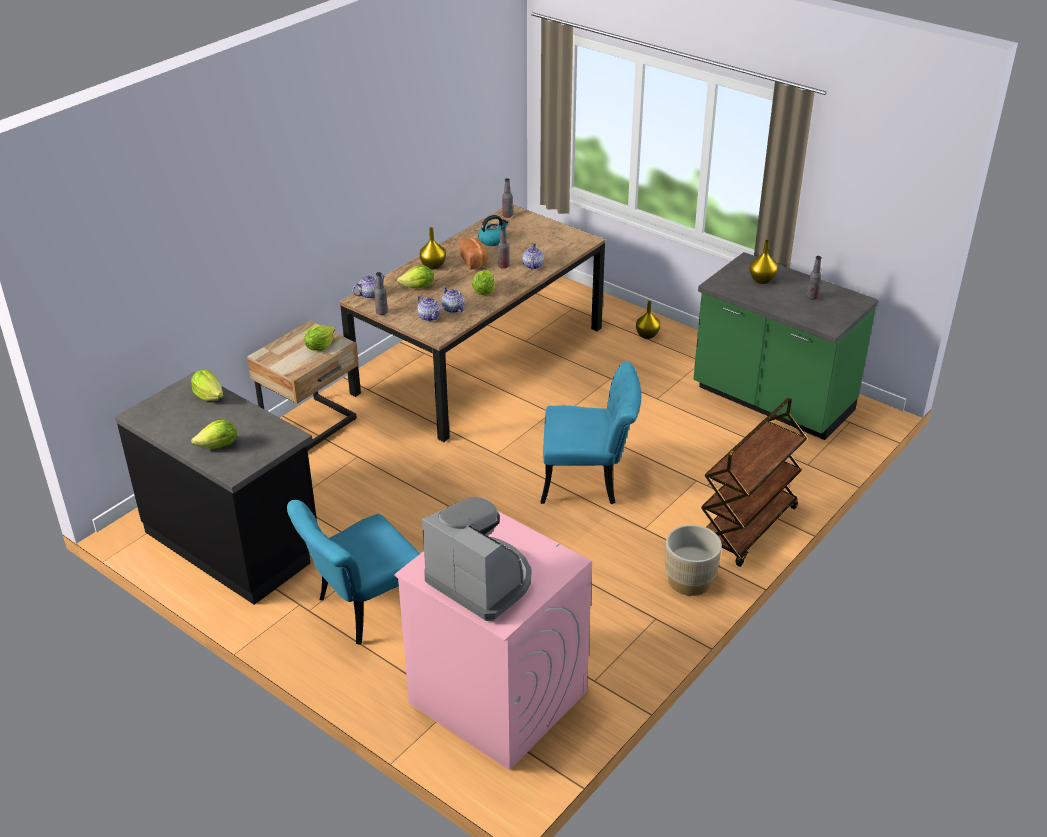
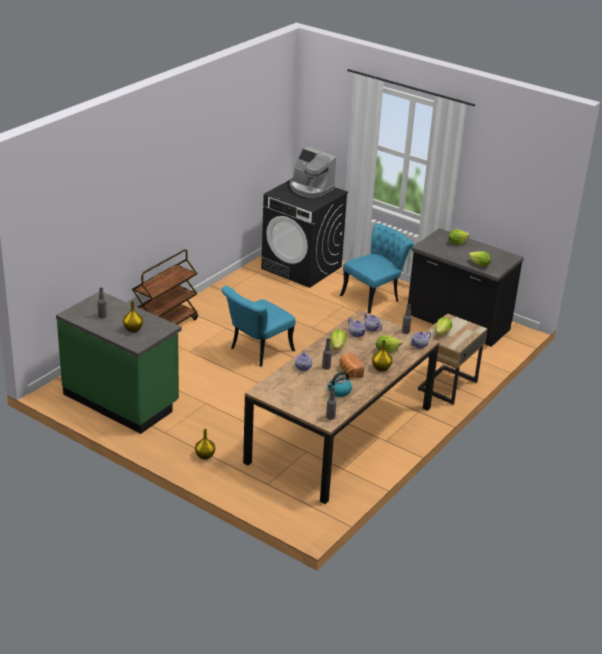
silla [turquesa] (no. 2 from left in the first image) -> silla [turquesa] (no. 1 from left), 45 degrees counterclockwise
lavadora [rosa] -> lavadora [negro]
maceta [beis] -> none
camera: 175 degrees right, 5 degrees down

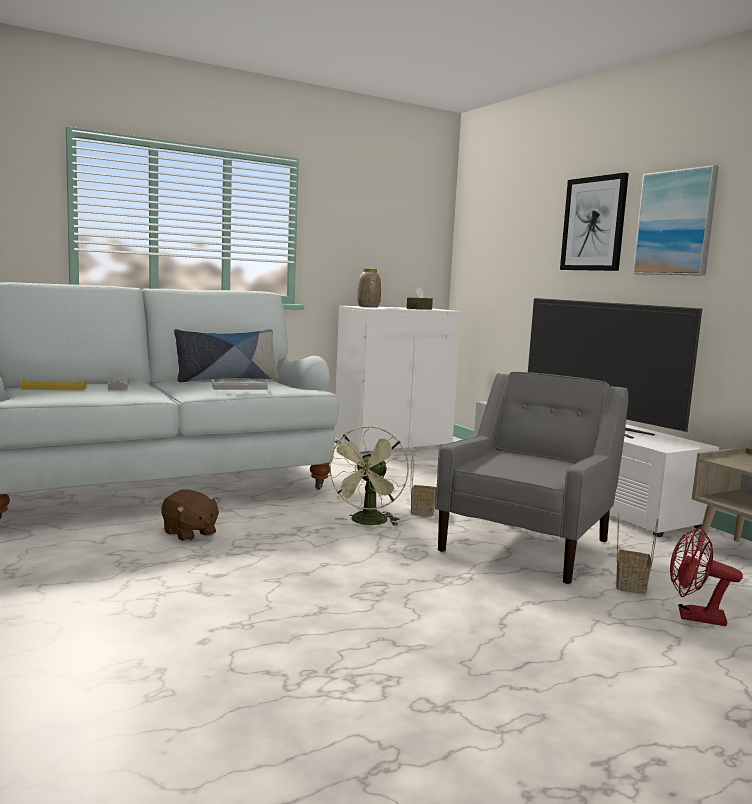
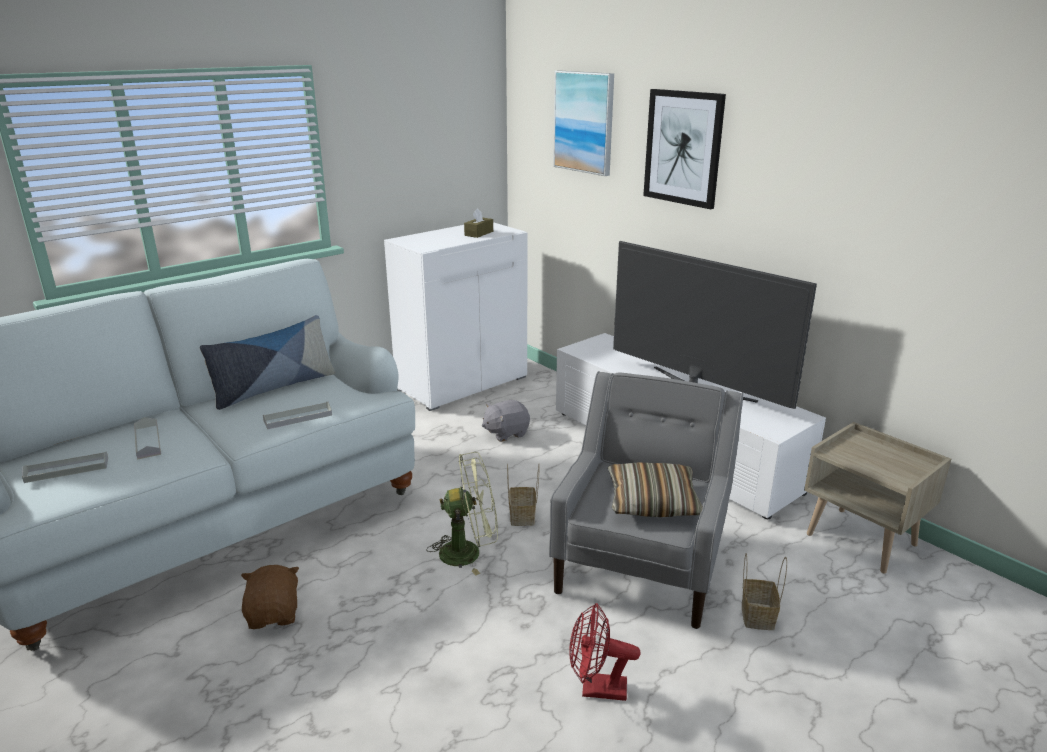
bandeja [amarillo] -> bandeja [gris] (no. 1 from left)
peluche [marrón], 135 degrees counterclockwise
ventilador [verde], 105 degrees counterclockwise
none -> peluche [gris]
cuadro (no. 2 from left in the first image) -> cuadro (no. 1 from left), relocated
ventilador [rojo], relocated
none -> cojín (no. 2 from left)
florero -> none
camera: 10 degrees left, 15 degrees up

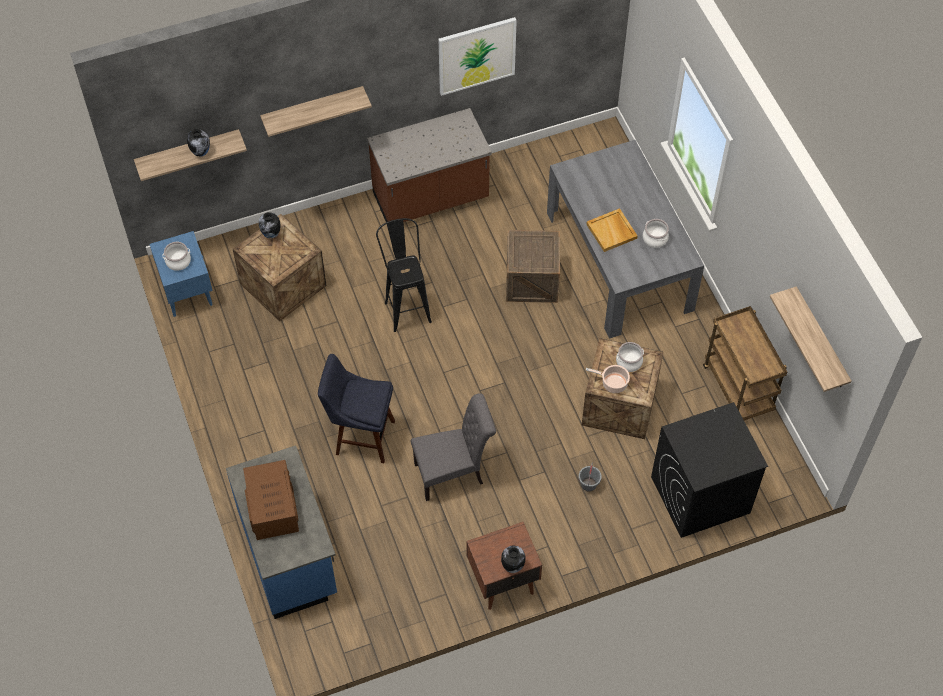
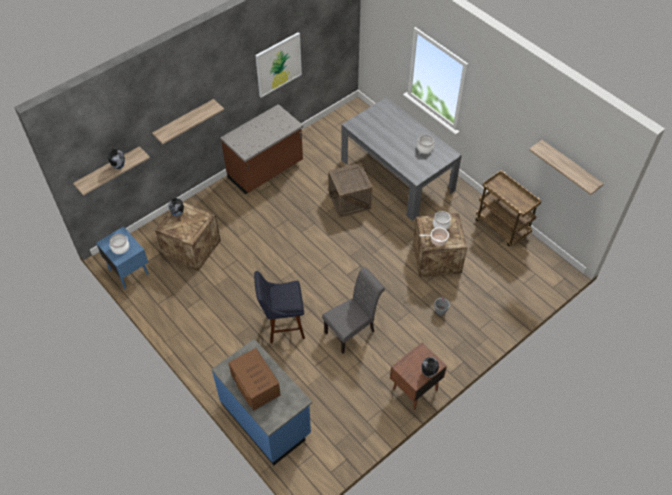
taburete [negro] -> none
bandeja [beis] -> none
lavadora [negro] -> none
camera: 20 degrees left, 5 degrees down

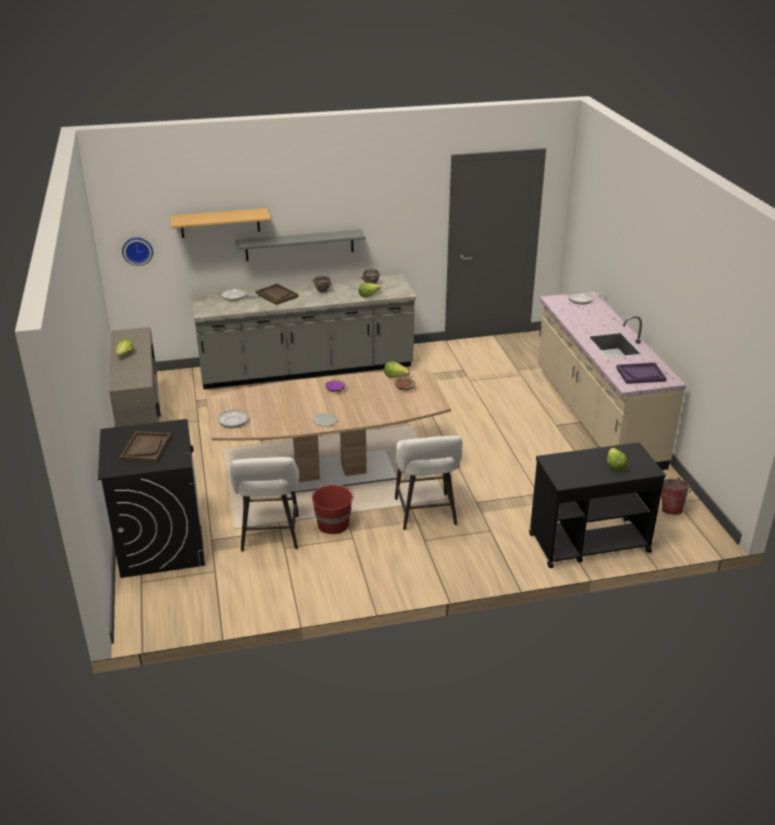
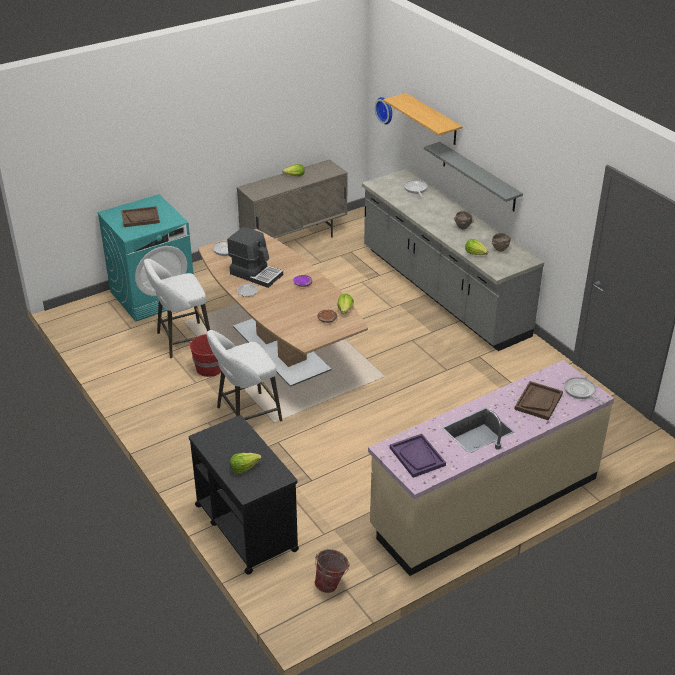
lavadora [negro] -> lavadora [turquesa]
none -> cafetera
bandeja [marrón] (no. 2 from left), relocated
camera: 70 degrees right, 5 degrees up

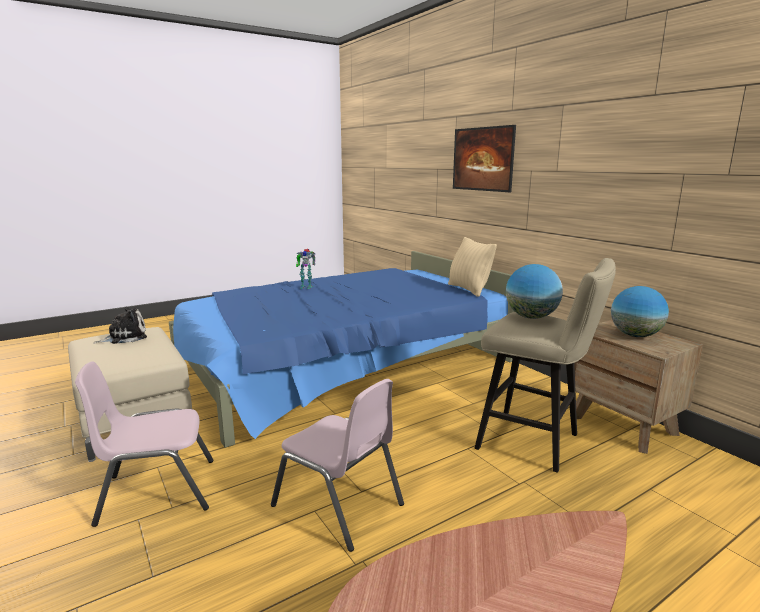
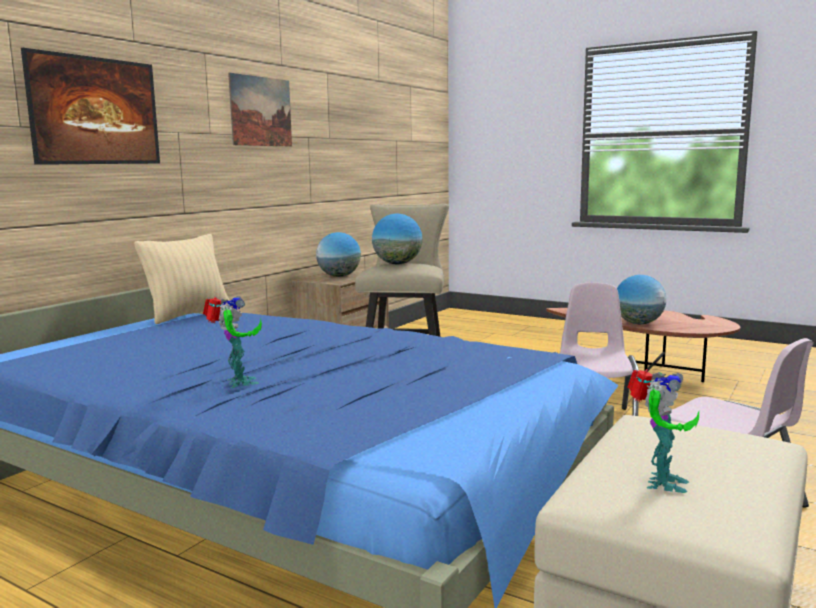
none -> cuadro (no. 2 from left)
none -> globo terráqueo (no. 3 from left)
peluche -> robot de juguete (no. 2 from left)
camera: 115 degrees left, 5 degrees down

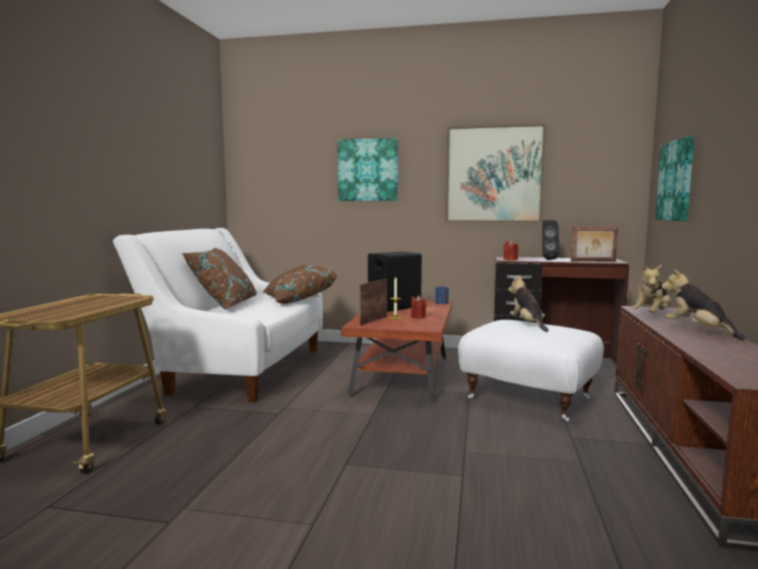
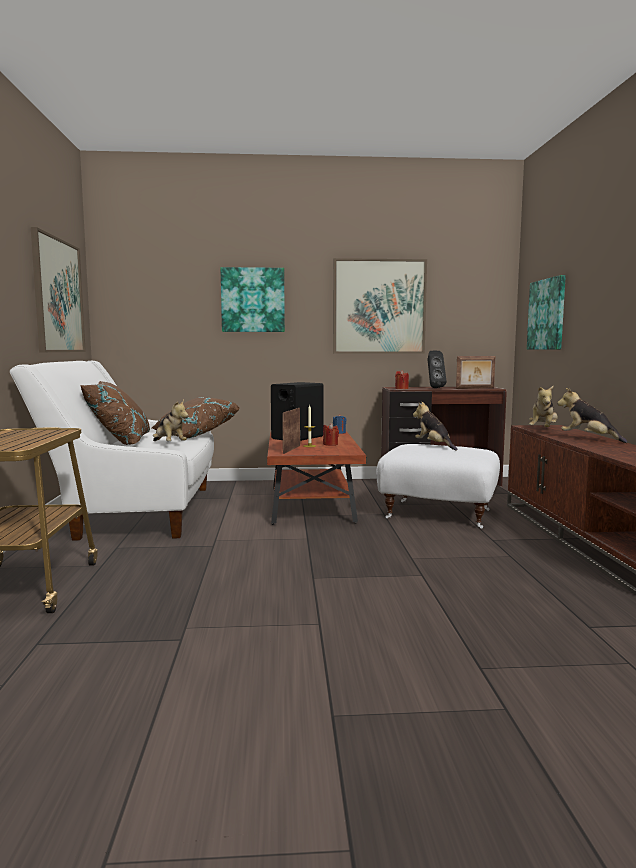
none -> cuadro (no. 1 from left)
none -> peluche (no. 1 from left)
camera: 15 degrees left, 0 degrees up

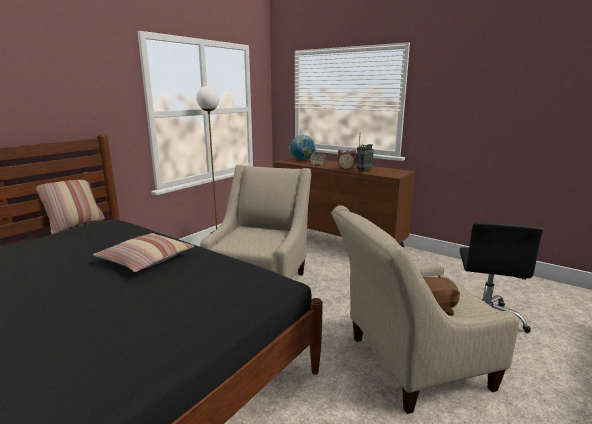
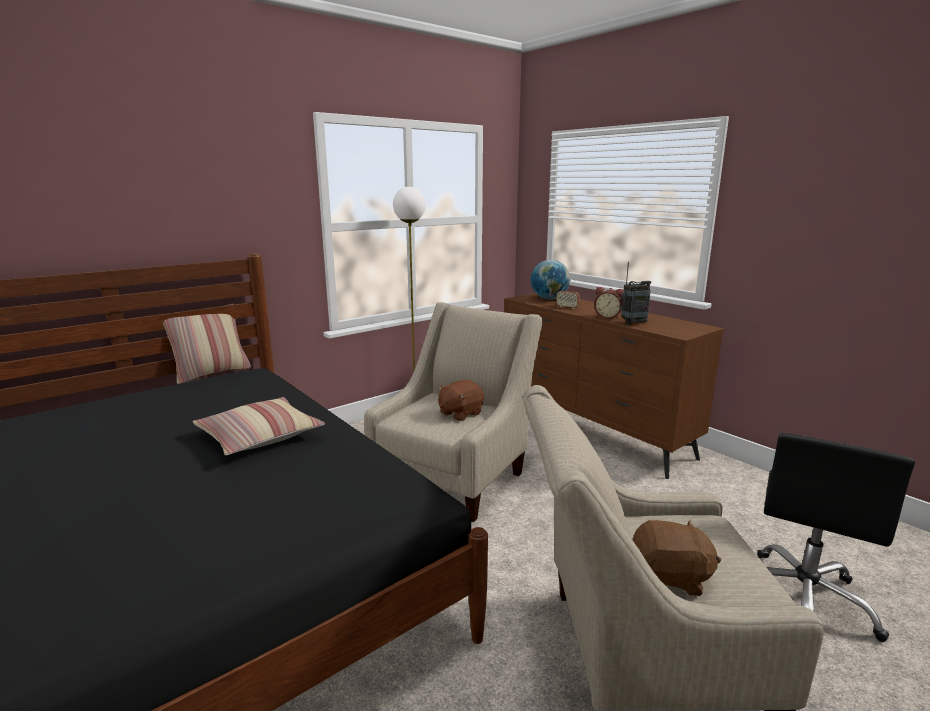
none -> peluche [marrón] (no. 1 from left)
camera: 15 degrees right, 0 degrees up

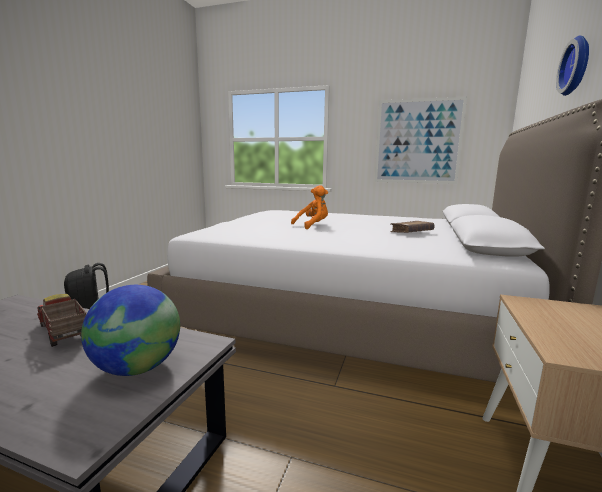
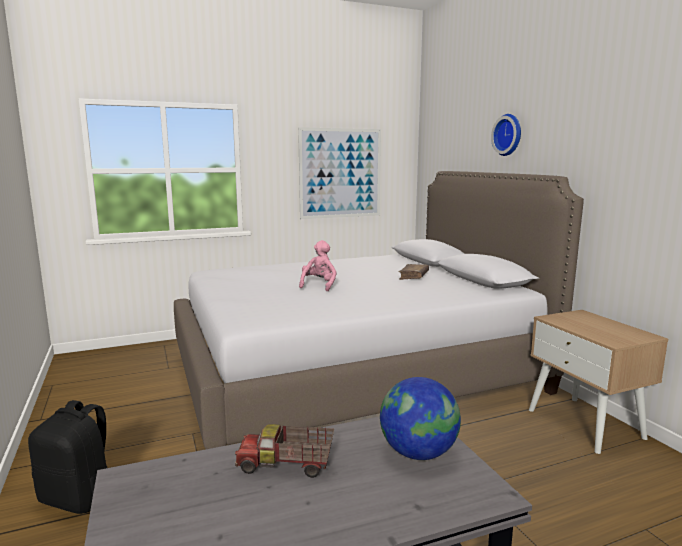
peluche [naranja] -> peluche [rosa]
camera: 40 degrees left, 0 degrees up

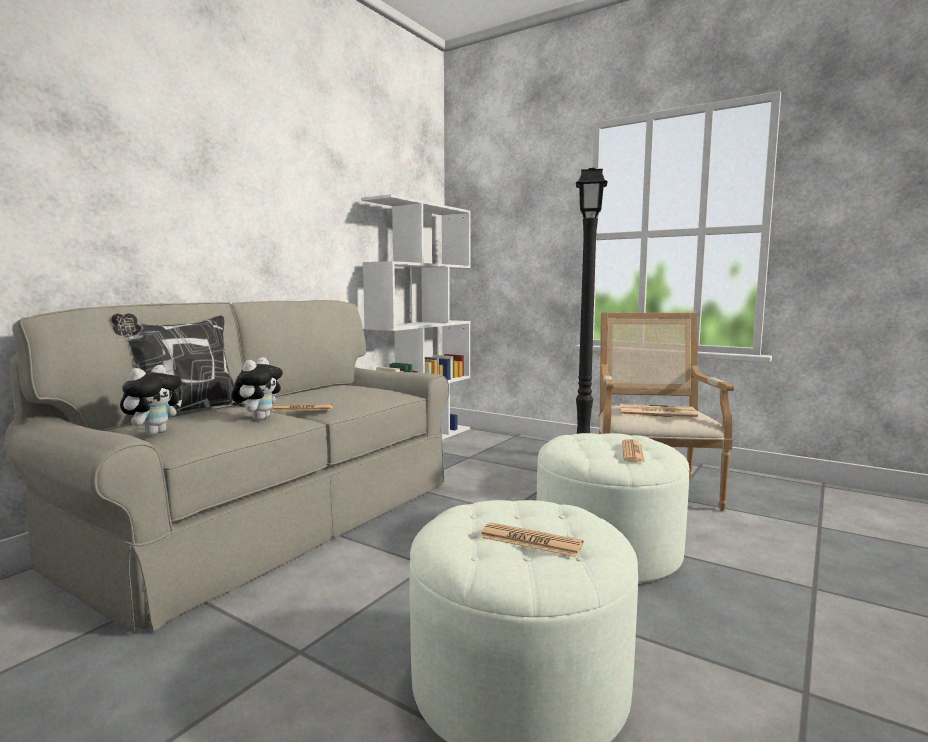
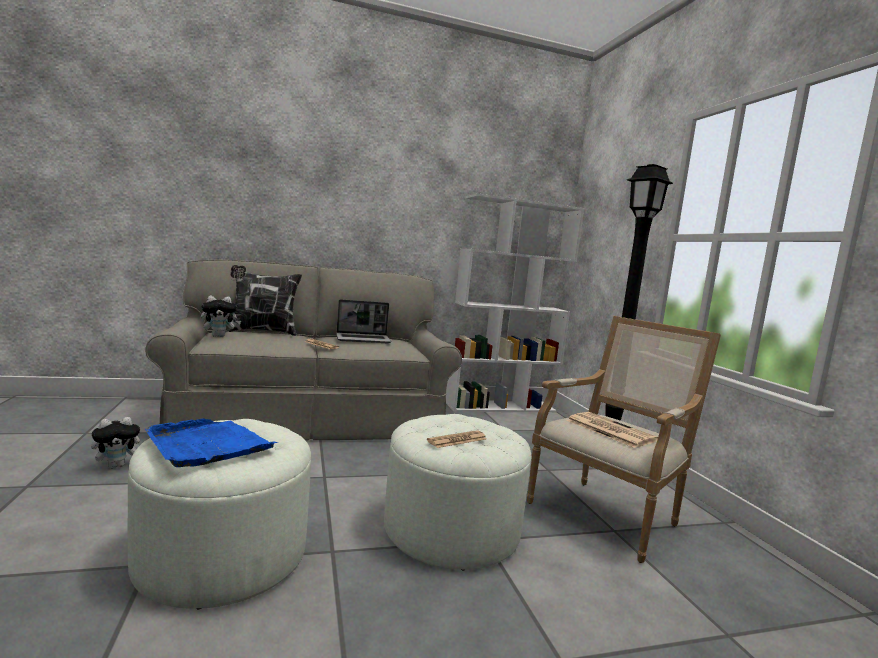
peluche (no. 2 from left in the first image) -> peluche (no. 1 from left), relocated
periódico (no. 2 from left) -> bandeja [azul]
none -> portátil
camera: 40 degrees right, 0 degrees up

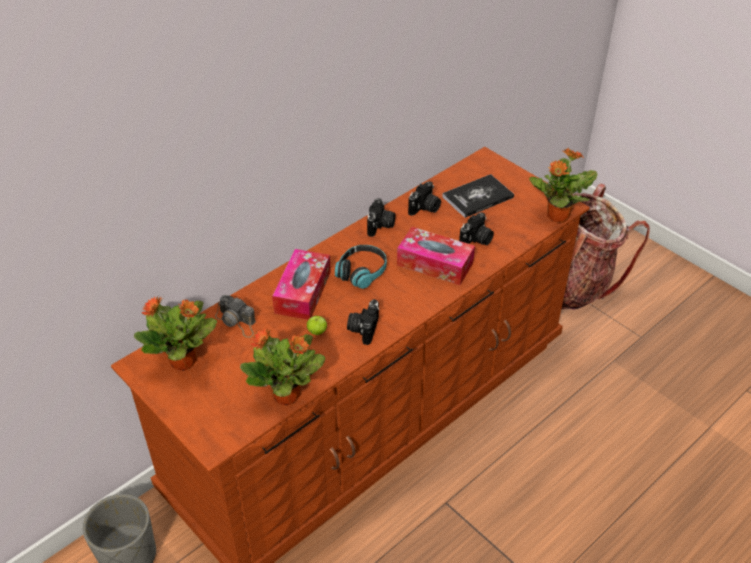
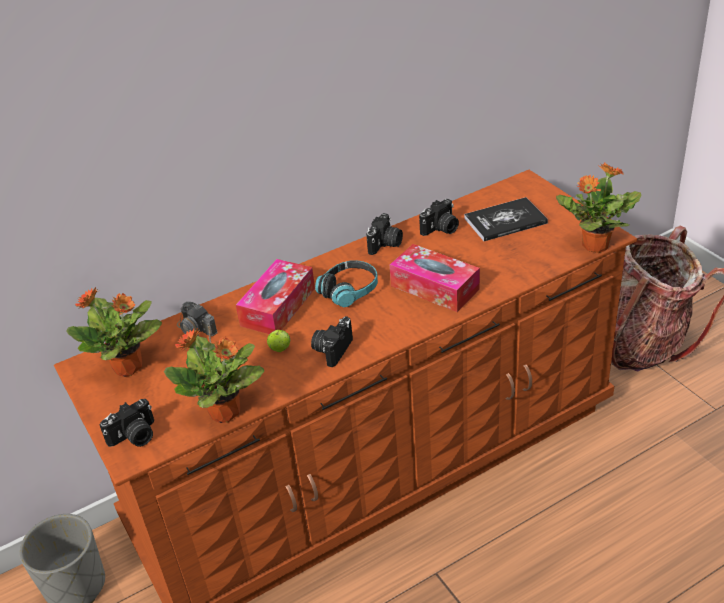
cámara (no. 5 from left in the first image) -> cámara (no. 1 from left), relocated
camera: 15 degrees right, 5 degrees down

